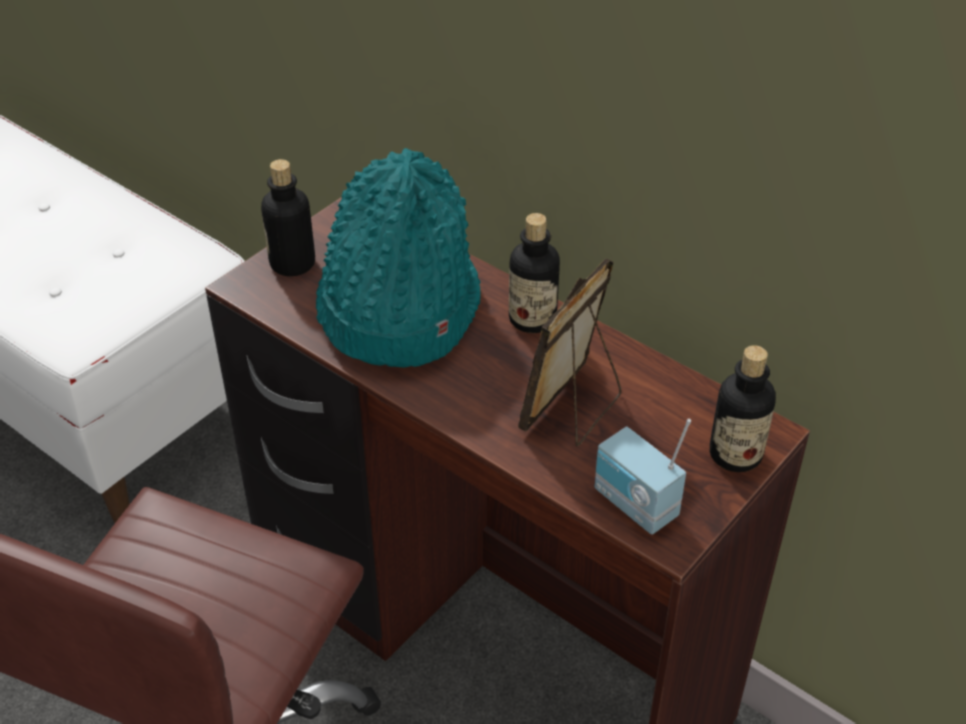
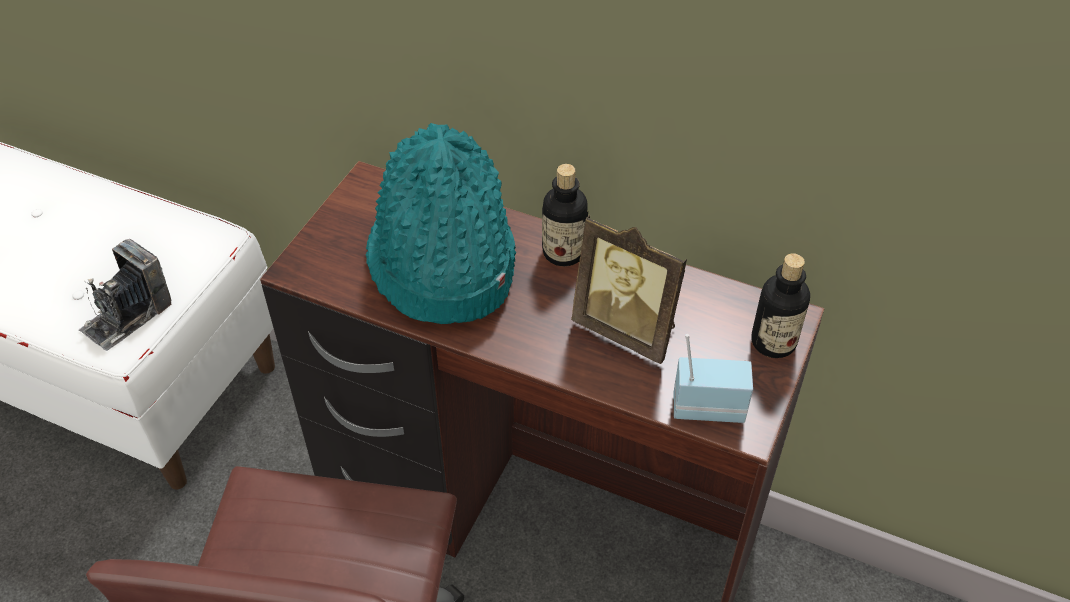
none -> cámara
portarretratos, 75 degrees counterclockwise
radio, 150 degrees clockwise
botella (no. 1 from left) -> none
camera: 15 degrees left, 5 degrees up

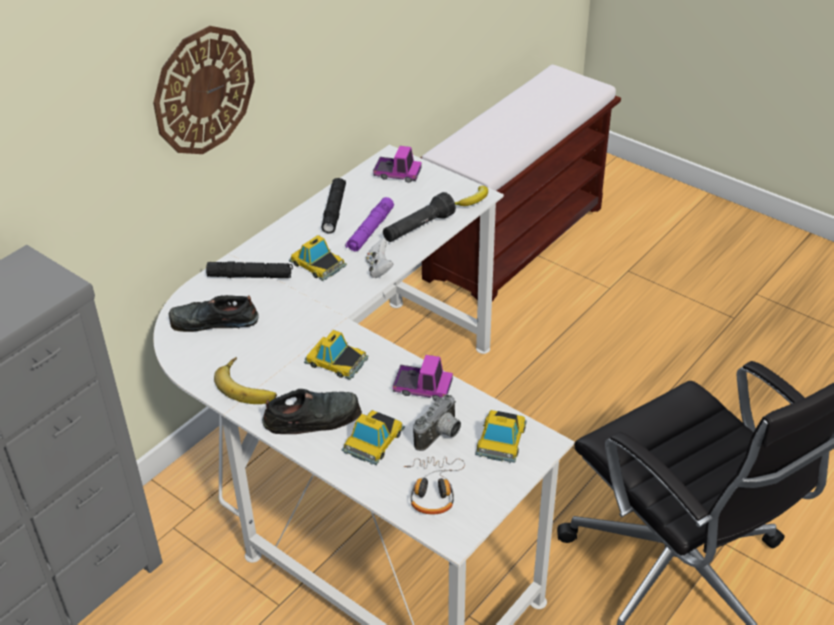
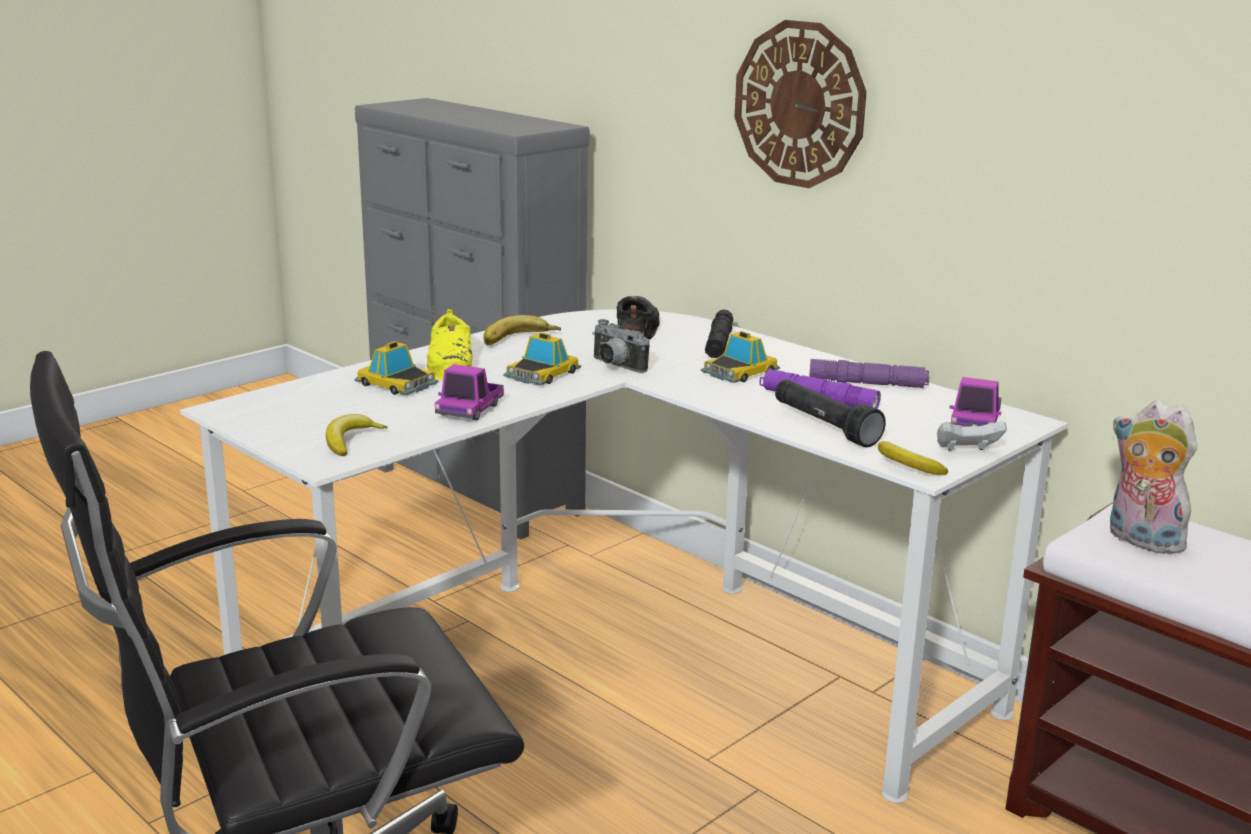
coche de juguete (no. 4 from left) -> plátano (no. 1 from left)
zapato [negro] (no. 2 from left) -> zapato [amarillo]
cámara, relocated
linterna [negro] (no. 2 from left) -> linterna [morado] (no. 2 from left)
mando de consola [blanco], relocated
none -> peluche
auriculares -> none
camera: 95 degrees right, 20 degrees down

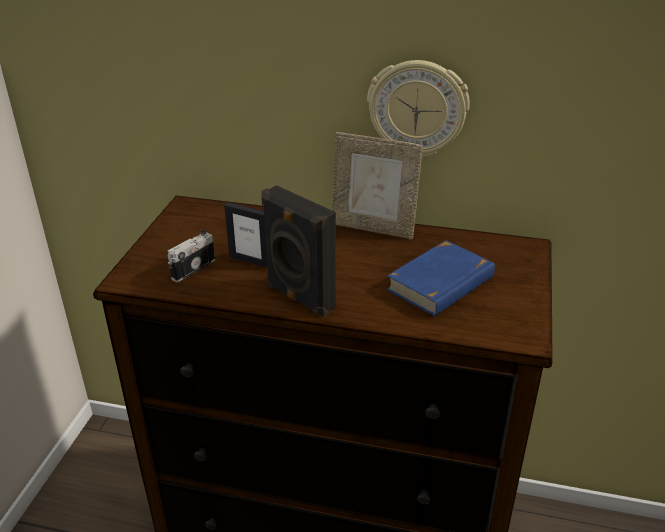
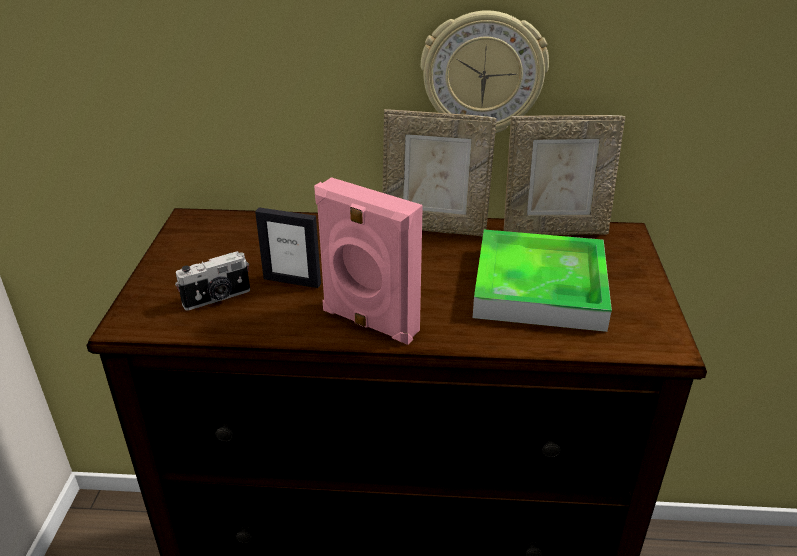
cámara, 150 degrees counterclockwise
altavoz [negro] -> altavoz [rosa]
libro [azul] -> bandeja
none -> portarretratos (no. 3 from left)
camera: 10 degrees left, 0 degrees up

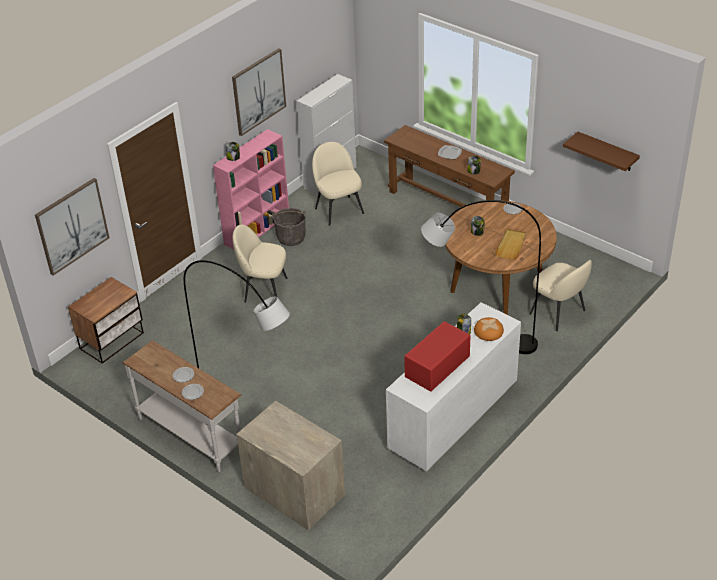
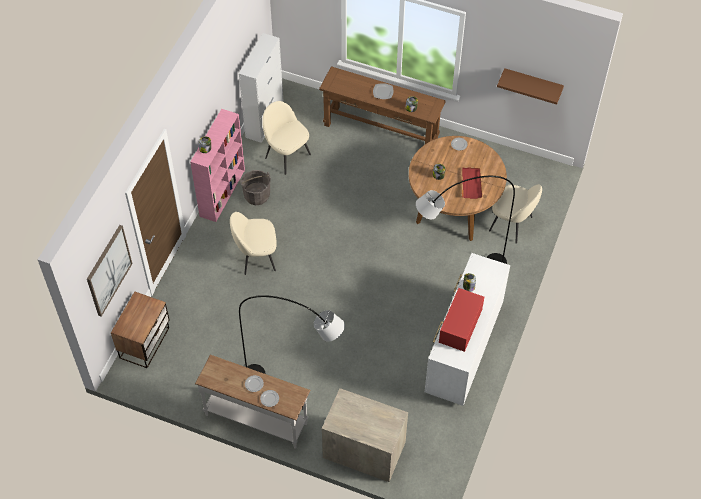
bandeja [beis] -> bandeja [rojo]
cuadro (no. 2 from left) -> none
pan -> none
camera: 20 degrees left, 15 degrees up

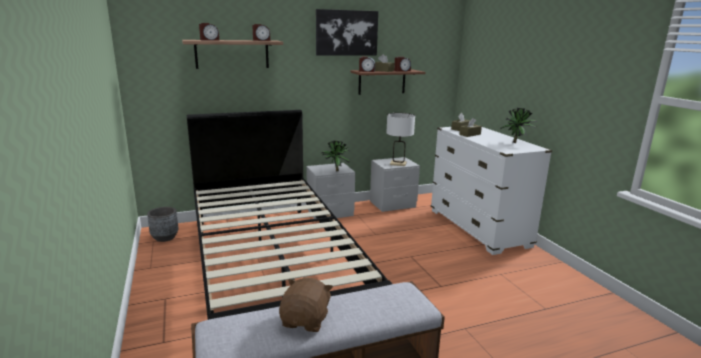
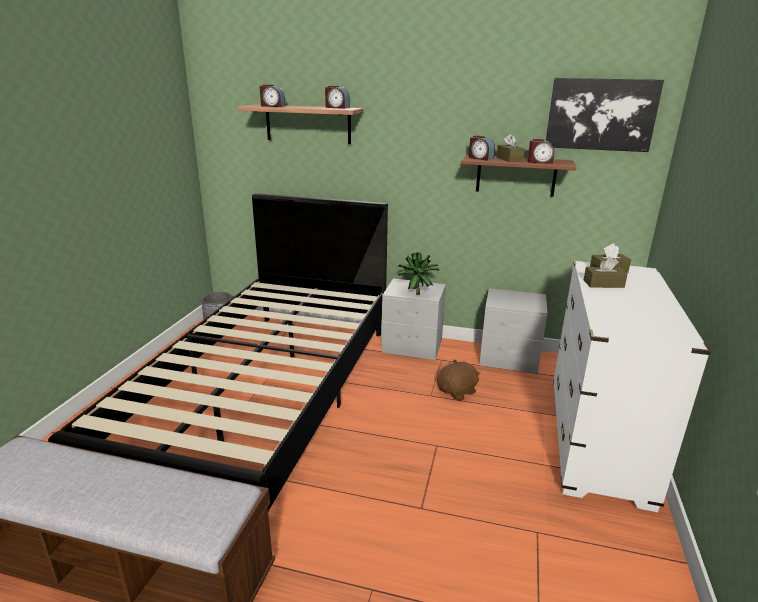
peluche [marrón], relocated
cuadro, relocated
lámpara de mesa [blanco] -> none
planta en maceta (no. 2 from left) -> none
camera: 35 degrees right, 5 degrees up

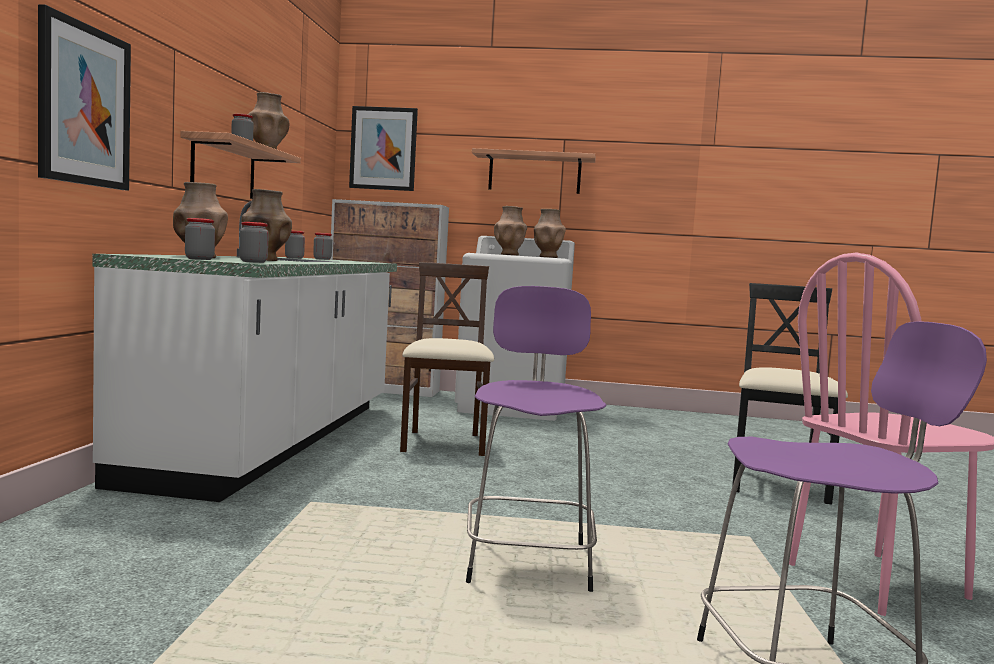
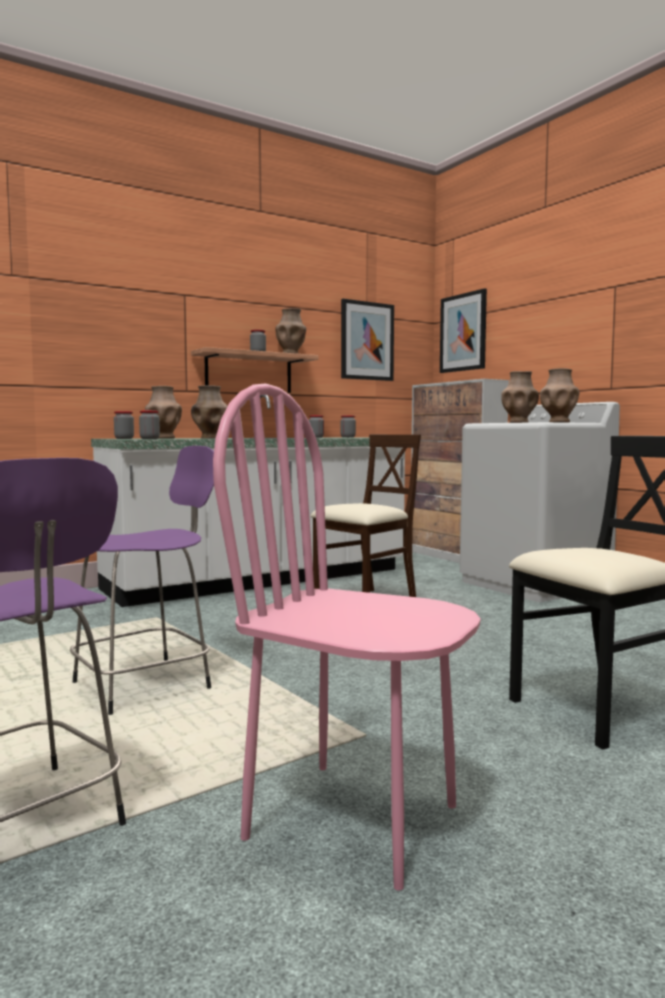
cuadro (no. 1 from left), relocated
estante (no. 2 from left) -> none
camera: 50 degrees right, 0 degrees up

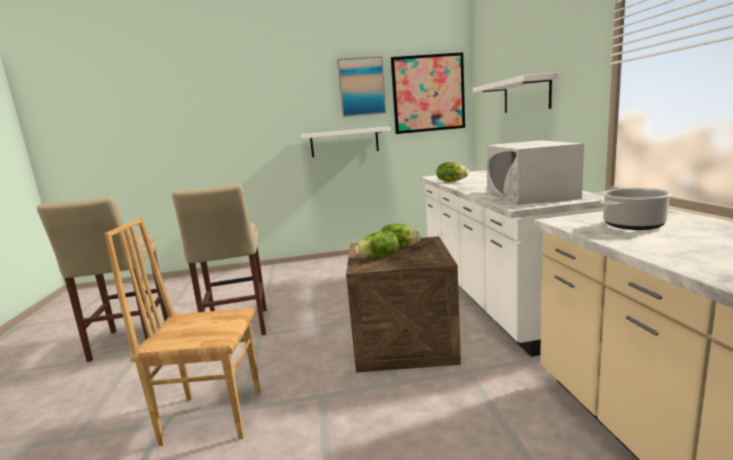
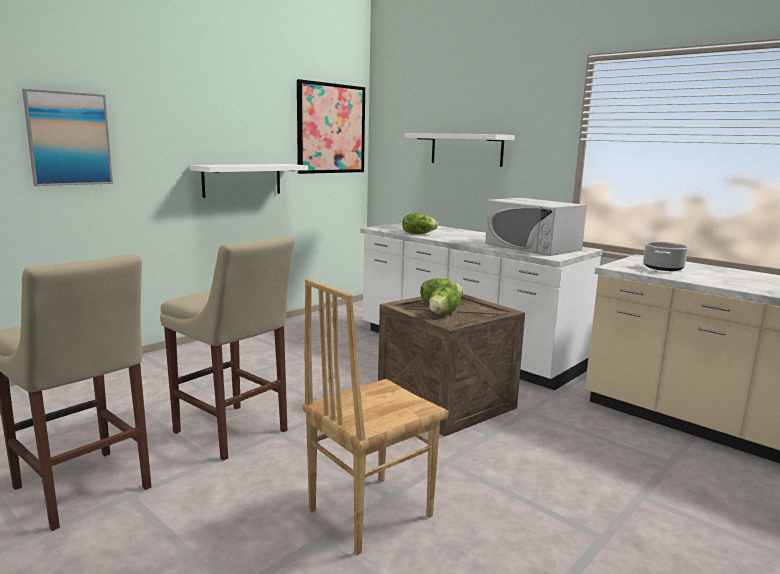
cuadro (no. 1 from left), relocated
camera: 40 degrees left, 0 degrees up

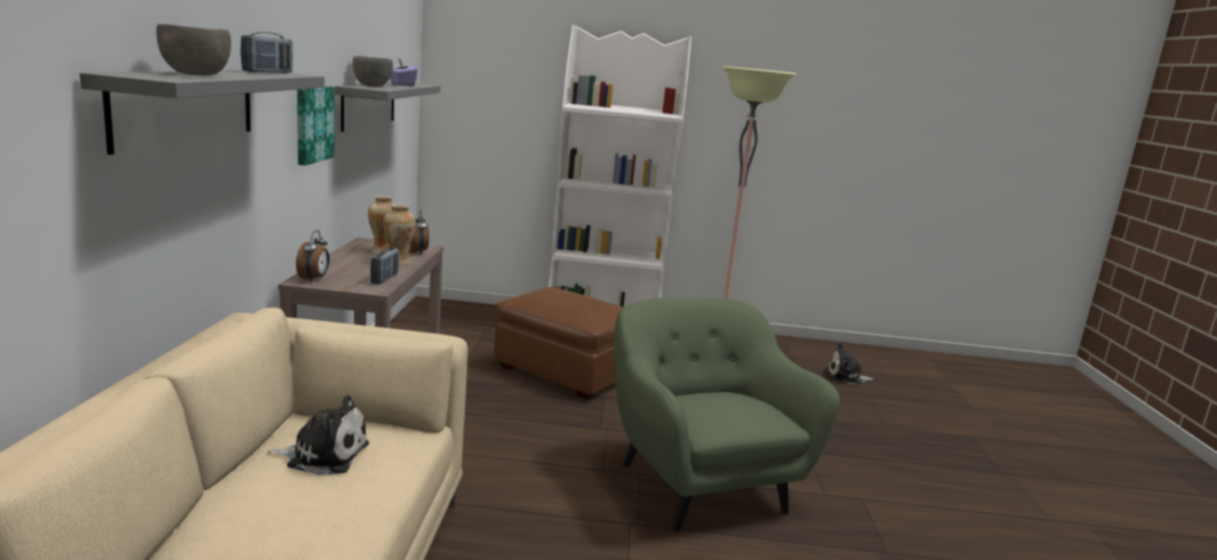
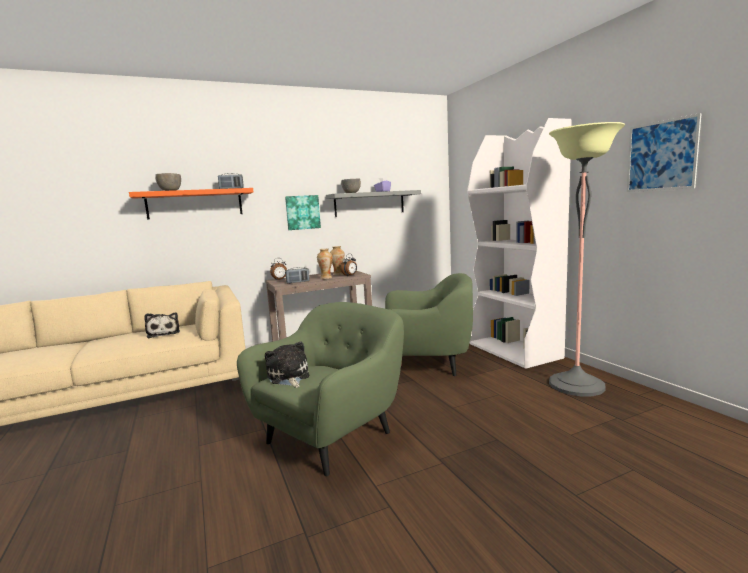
estante [gris] (no. 1 from left) -> estante [naranja]
peluche (no. 2 from left), relocated
puf [marrón] -> sillón [verde] (no. 2 from left)
none -> cuadro (no. 2 from left)
camera: 65 degrees right, 5 degrees down

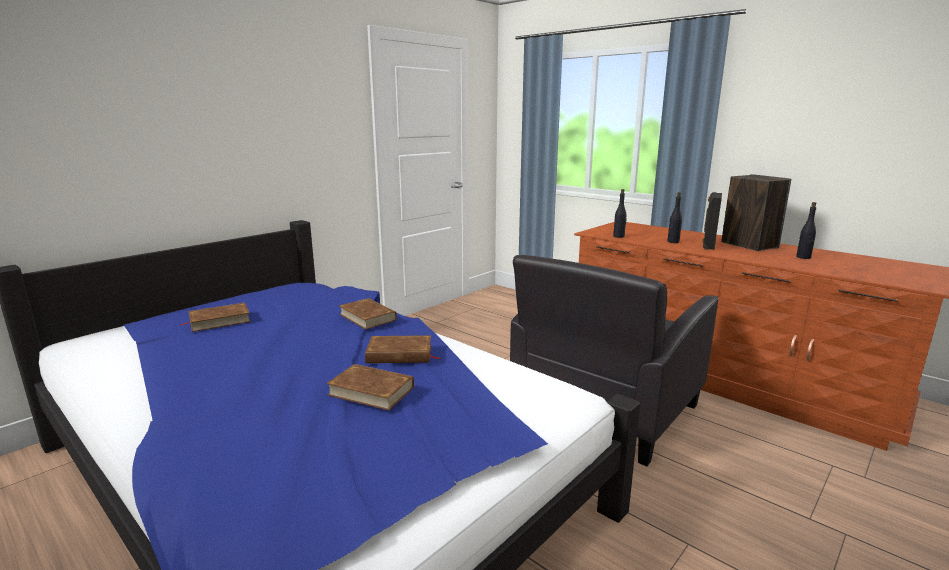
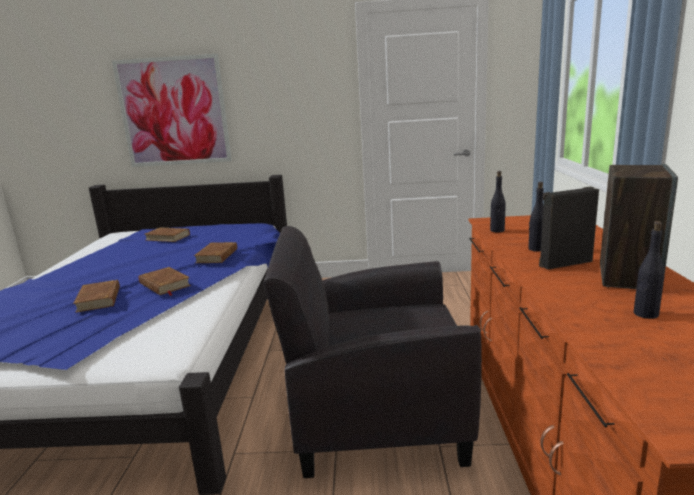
none -> cuadro
camera: 50 degrees right, 0 degrees up

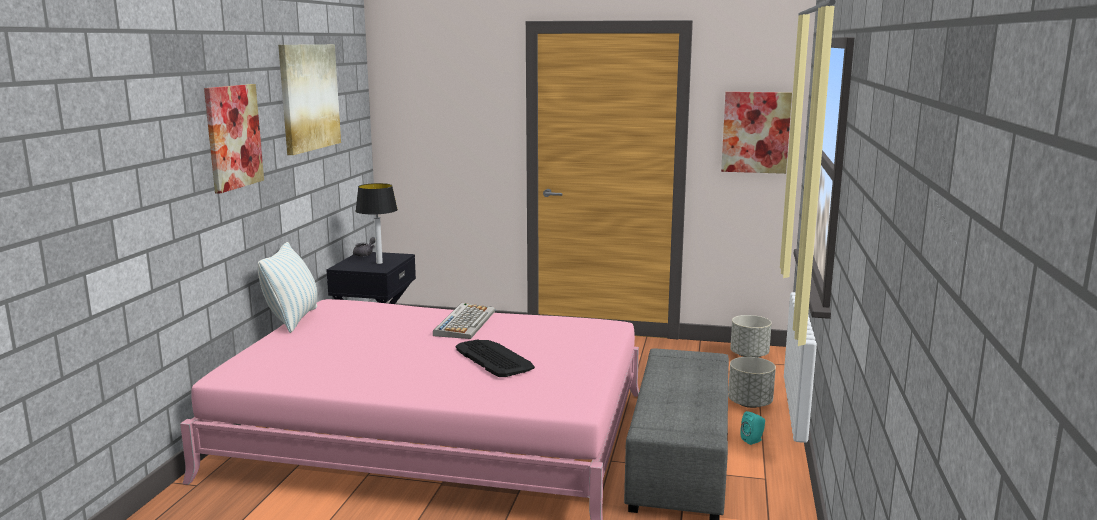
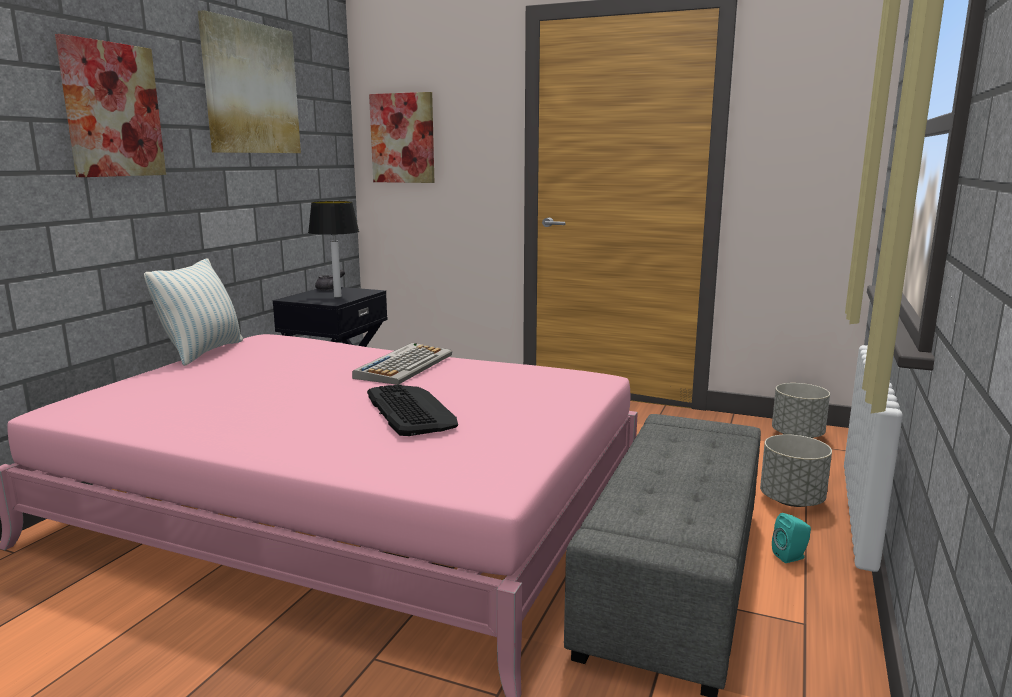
cuadro (no. 3 from left), relocated
camera: 10 degrees right, 0 degrees up

